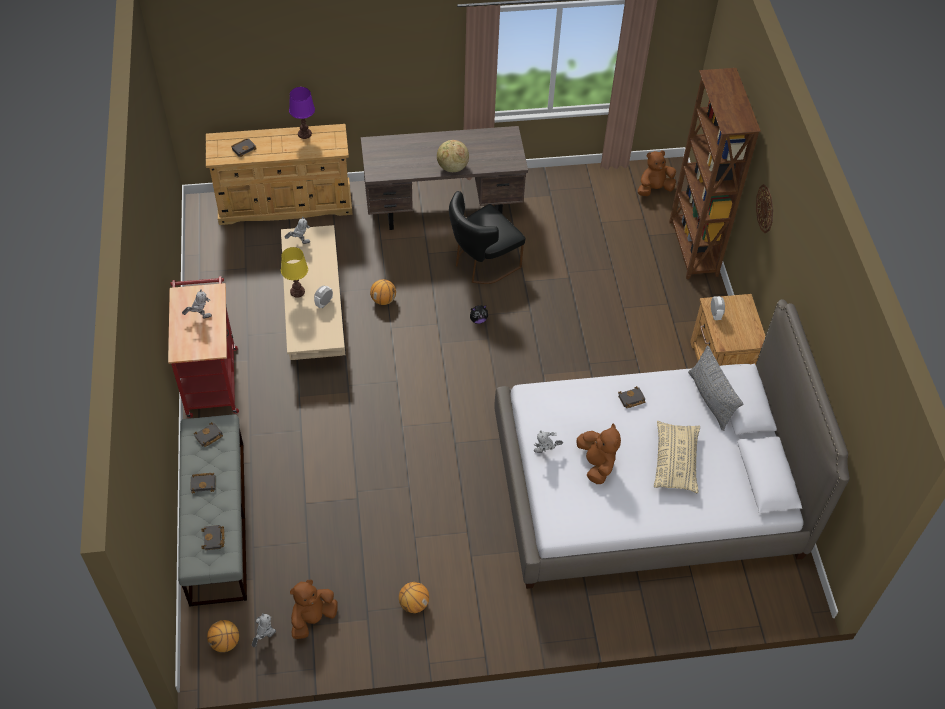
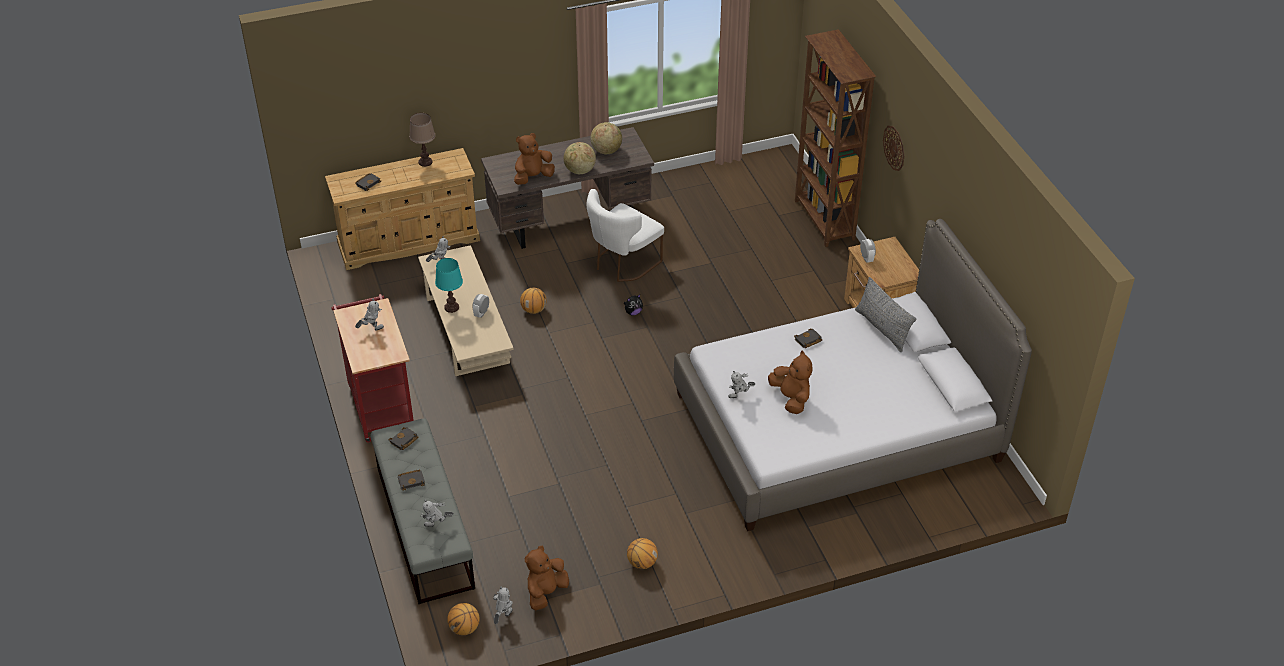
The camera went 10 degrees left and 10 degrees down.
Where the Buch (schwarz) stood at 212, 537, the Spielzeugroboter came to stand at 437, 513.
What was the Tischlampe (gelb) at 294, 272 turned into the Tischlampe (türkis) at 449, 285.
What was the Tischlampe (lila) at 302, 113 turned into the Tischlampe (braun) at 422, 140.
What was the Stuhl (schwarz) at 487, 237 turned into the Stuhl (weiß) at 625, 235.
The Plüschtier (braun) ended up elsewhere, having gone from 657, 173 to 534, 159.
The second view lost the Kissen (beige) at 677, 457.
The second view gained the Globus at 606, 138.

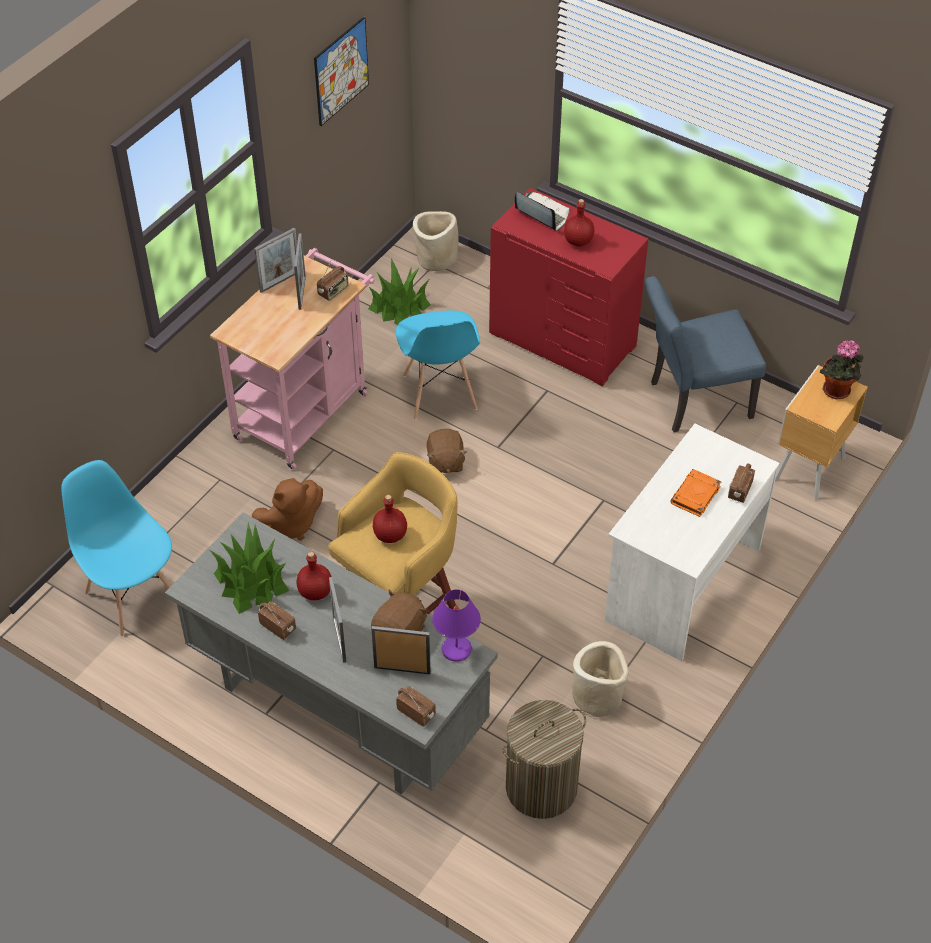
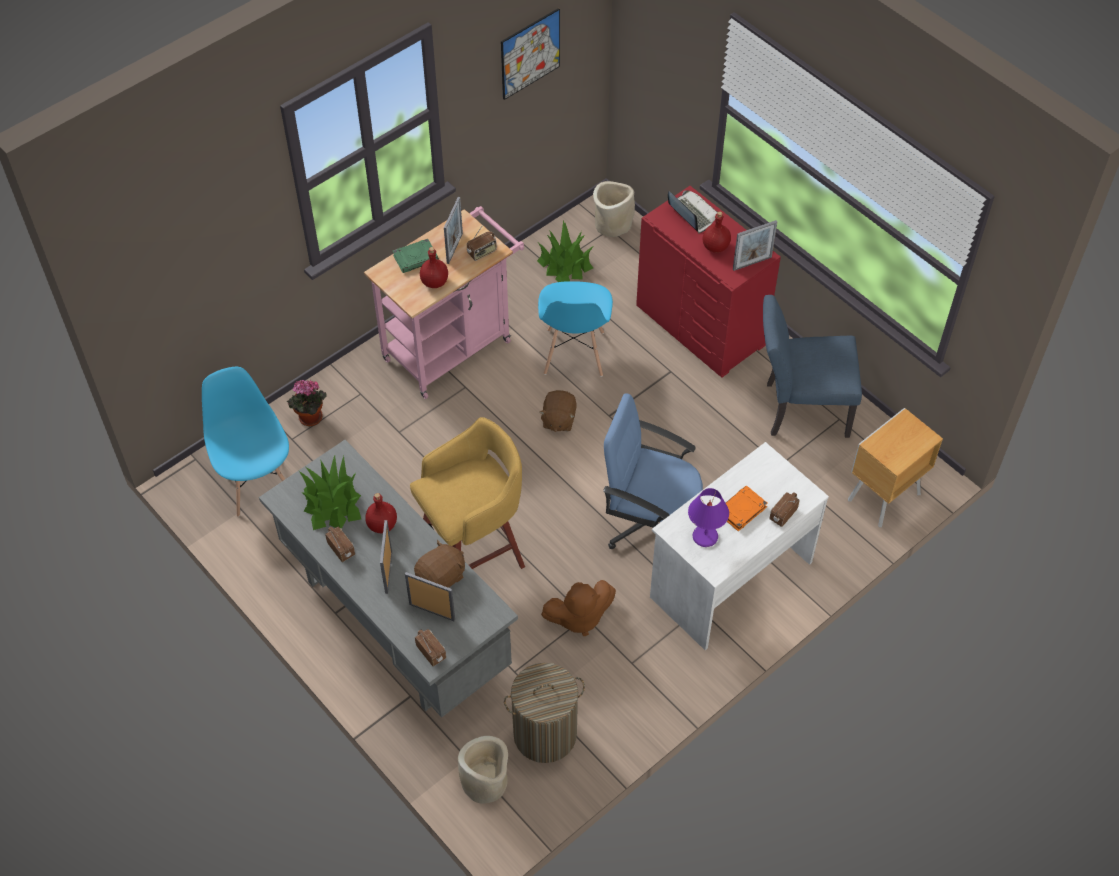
The camera went 15 degrees right and 5 degrees up.
The Plüschtier (braun) ended up elsewhere, having gone from 287, 509 to 578, 608.
The Bilderrahmen ended up elsewhere, having gone from 275, 260 to 755, 245.
The Flasche (rot) ended up elsewhere, having gone from 390, 519 to 434, 267.
The Tischlampe (lila) ended up elsewhere, having gone from 456, 625 to 708, 517.
The Pflanzkübel (beige) ended up elsewhere, having gone from 600, 679 to 483, 770.
The Topfpflanze ended up elsewhere, having gone from 842, 369 to 307, 403.
The second view gained the Buch (grün) at 416, 256.
The second view gained the Bürostuhl (blau) at 653, 471.

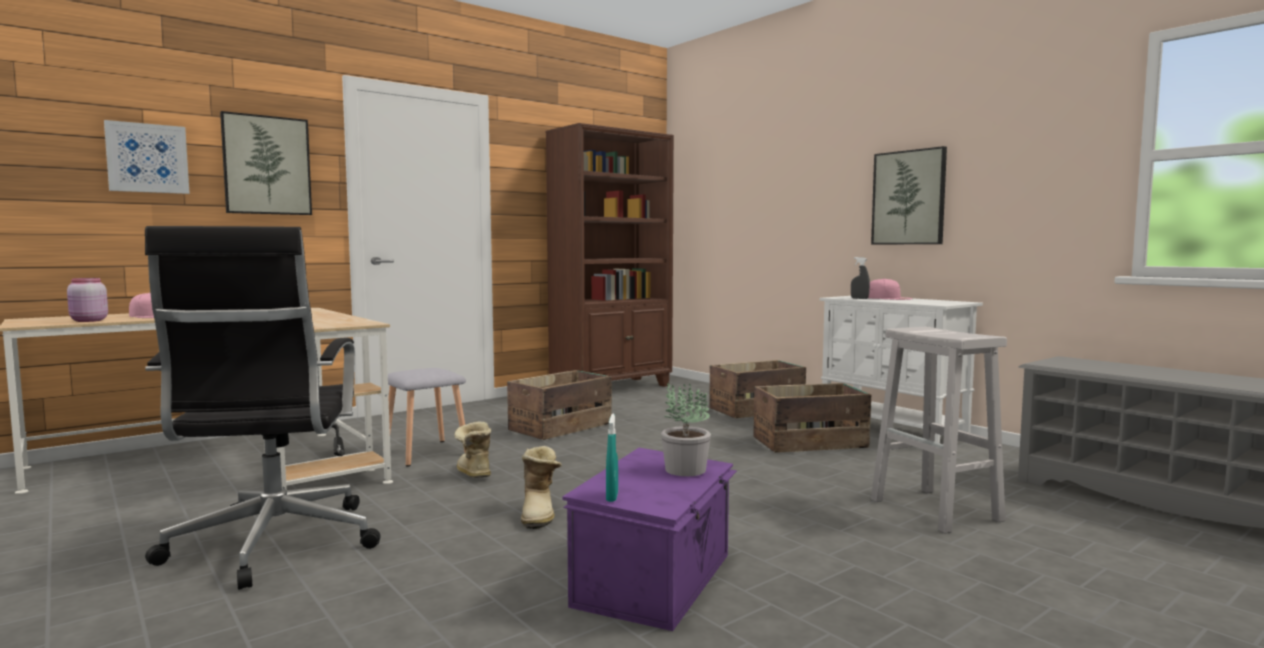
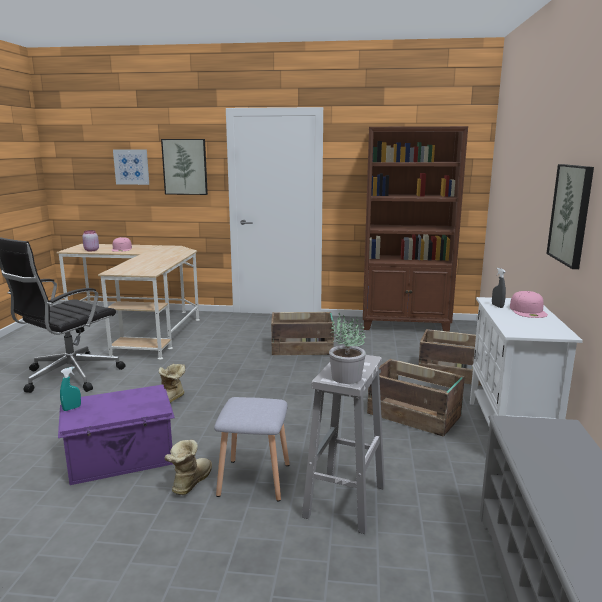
The camera went 45 degrees right and 10 degrees up.
The Hocker (grau) ended up elsewhere, having gone from 427, 417 to 252, 449.
The Stiefel ended up elsewhere, having gone from 472, 449 to 188, 467.
The Topfpflanze ended up elsewhere, having gone from 686, 429 to 347, 348.

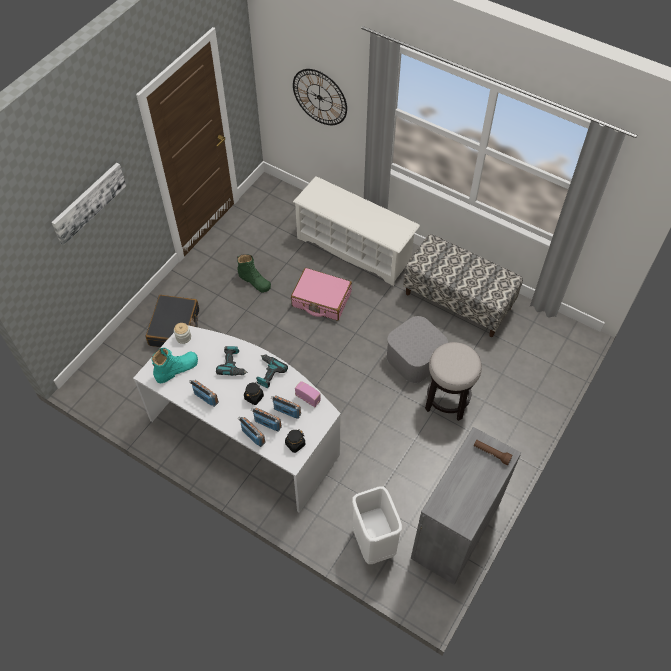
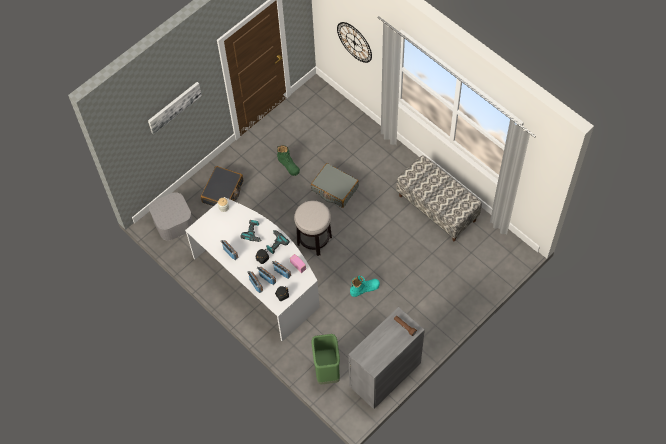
The camera went 15 degrees right and 5 degrees up.
The Stiefel (türkis) ended up elsewhere, having gone from 174, 365 to 365, 286.
What was the Koffer (rosa) at 321, 294 turned into the Koffer (grau) at 335, 185.
The second view lost the Schuhregal (weiß) at 356, 231.
What was the Mülleimer (weiß) at 377, 525 turned into the Mülleimer (grün) at 326, 359.
The Aufbewahrungsbox (grau) ended up elsewhere, having gone from 417, 349 to 171, 216.
The Hocker ended up elsewhere, having gone from 453, 381 to 313, 228.

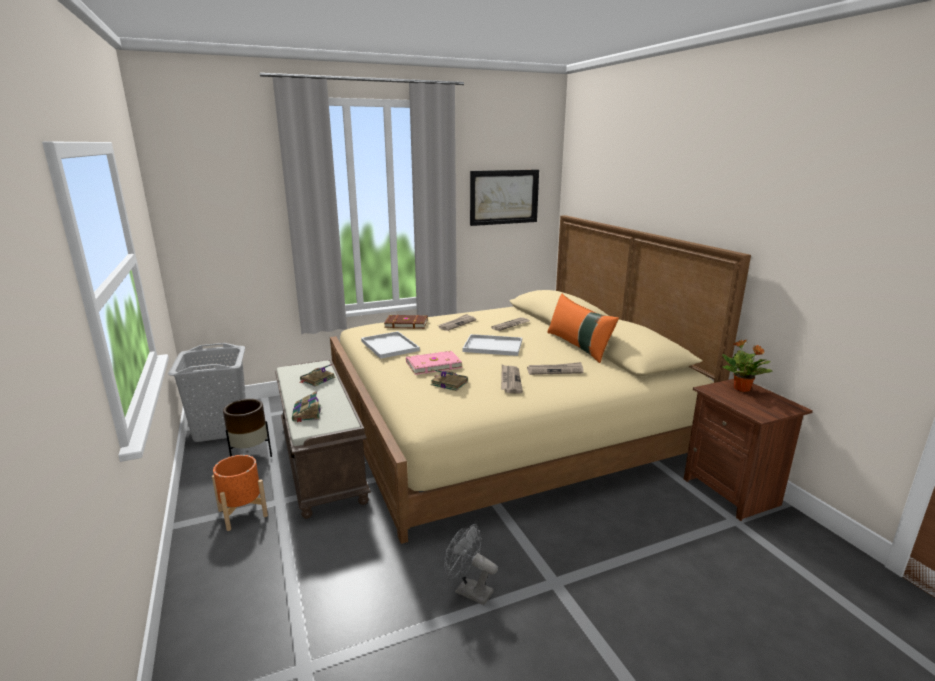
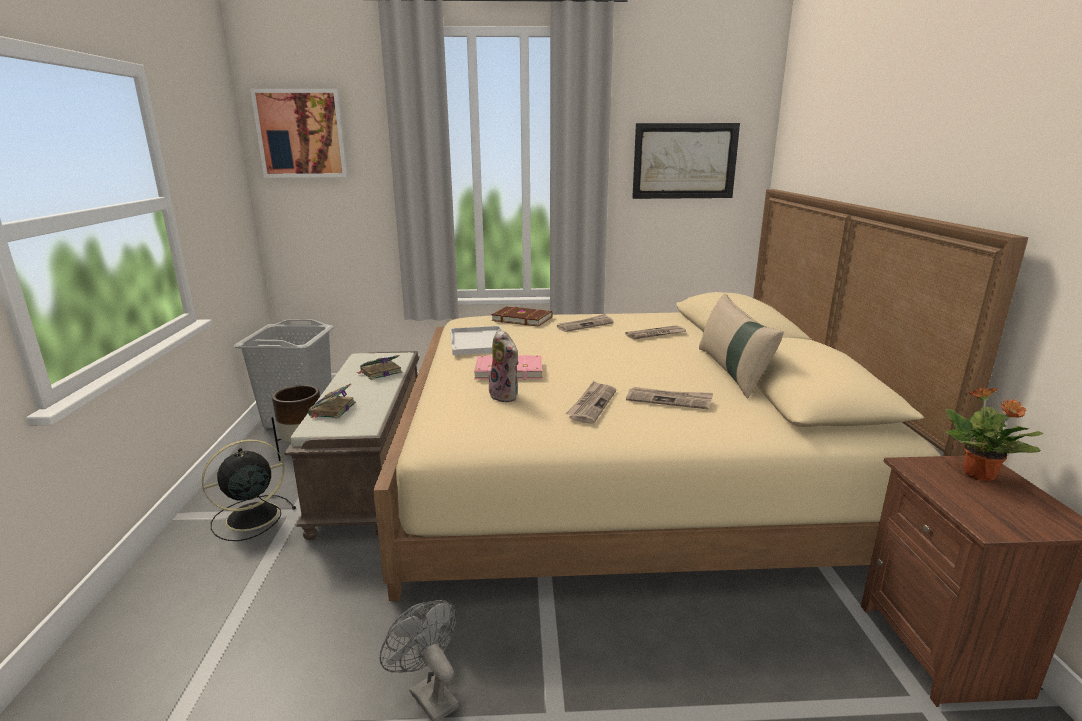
The camera went 20 degrees right and 0 degrees up.
Where the Pflanzkübel (orange) stood at 240, 493, the Ventilator (schwarz) came to stand at 249, 490.
Where the Buch stood at 449, 380, the Plüschtier came to stand at 504, 365.
The second view lost the Tablett (weiß) at 492, 345.
What was the Kissen (orange) at 583, 328 turned into the Kissen (beige) at 741, 346.
The second view gained the Bild at 299, 133.

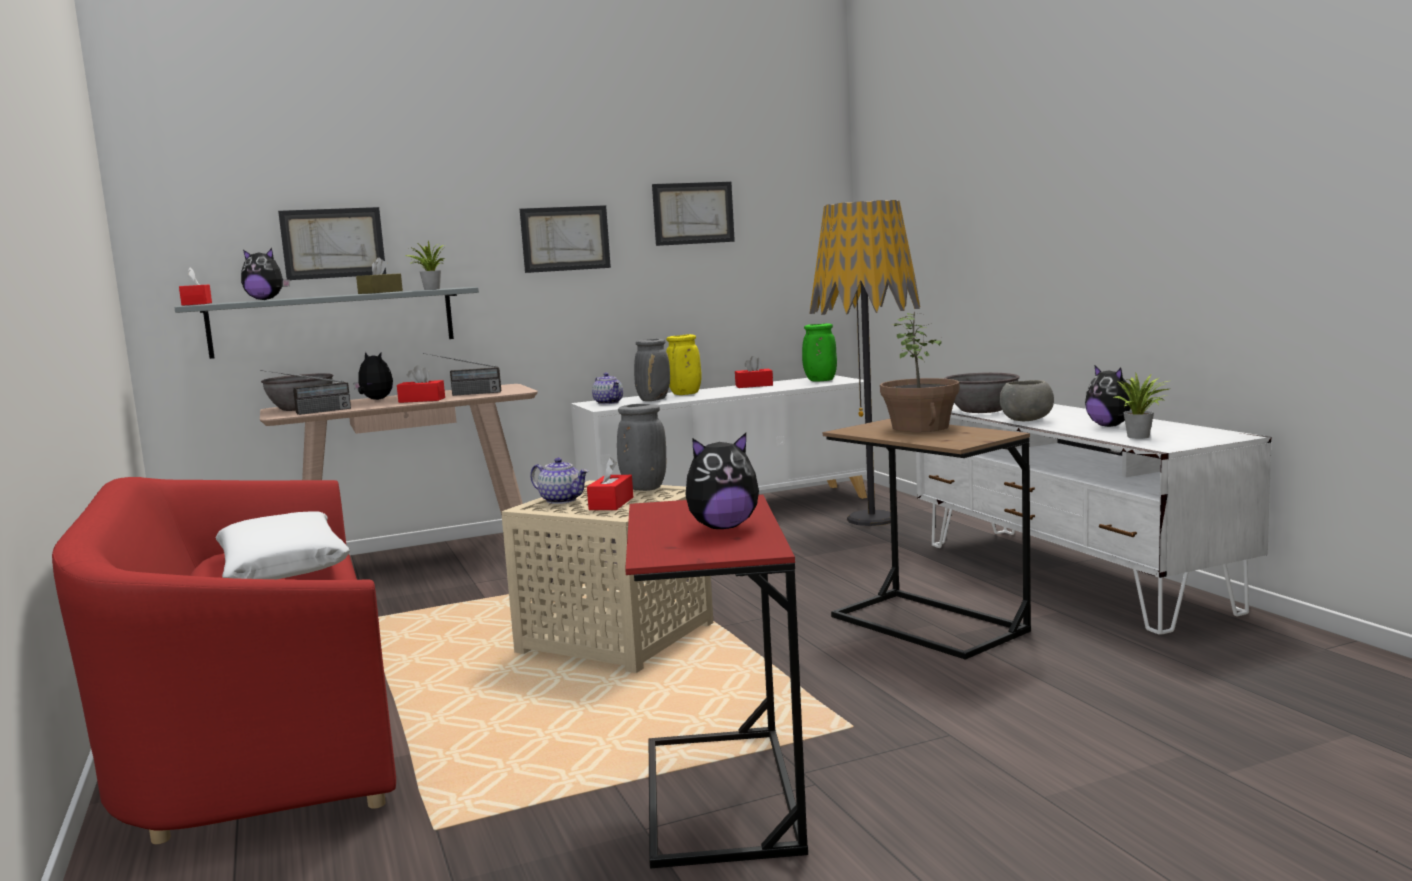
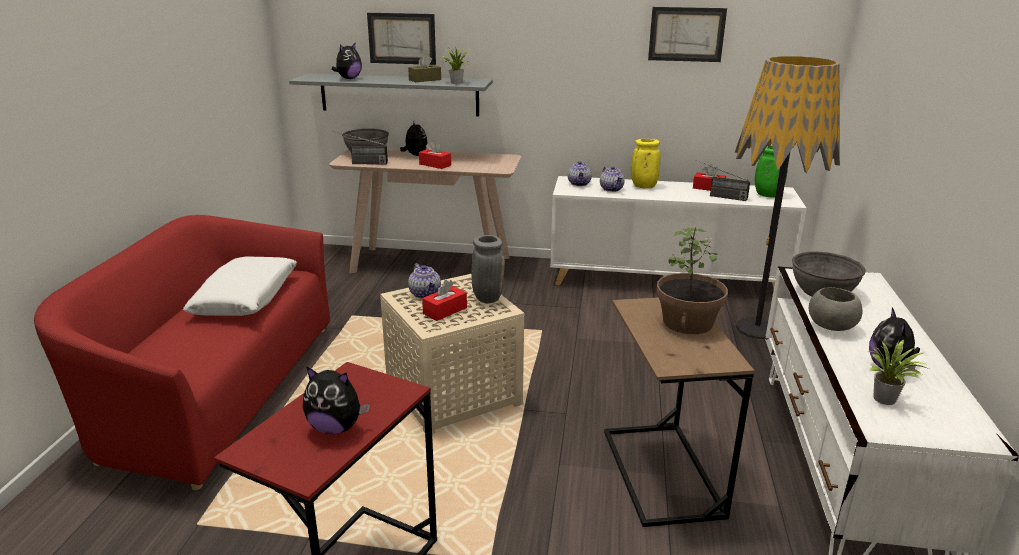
The camera went 30 degrees right and 15 degrees up.
The second view lost the Taschentuchbox (rot) at 195, 286.
The Plüschtier at 265, 274 ended up facing another way, 90 degrees counterclockwise from before.
The Radio ended up elsewhere, having gone from 462, 374 to 724, 181.
The second view lost the Bild at 565, 239.
Where the Vase (grau) stood at 652, 370, the Teekanne came to stand at 612, 179.

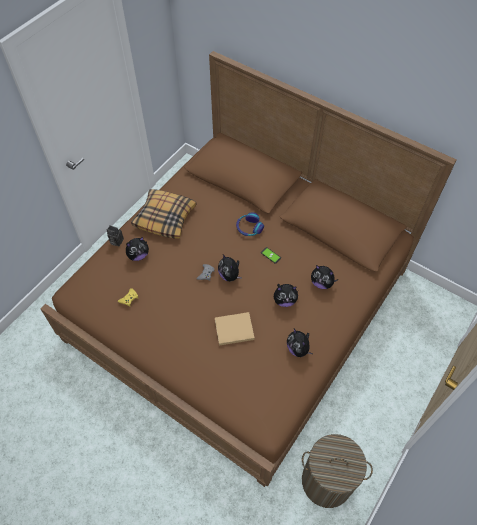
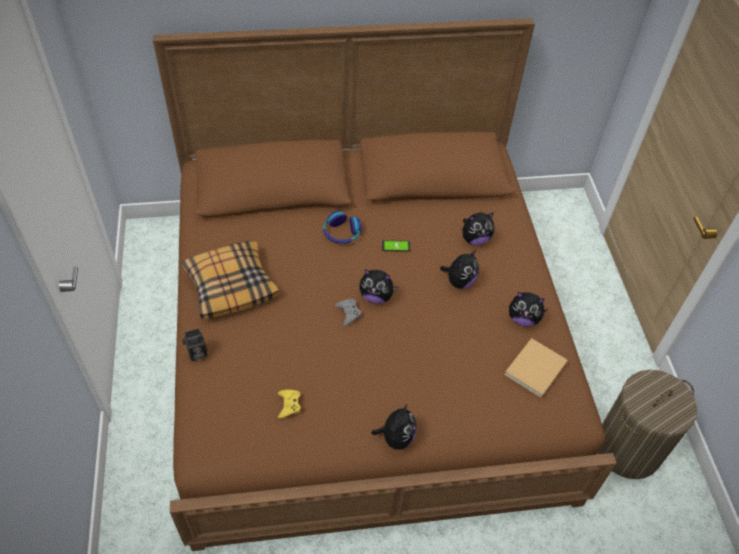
The camera went 45 degrees left and 5 degrees down.
The Plüschtier ended up elsewhere, having gone from 137, 249 to 394, 426.
The Buch (beige) ended up elsewhere, having gone from 235, 329 to 536, 368.

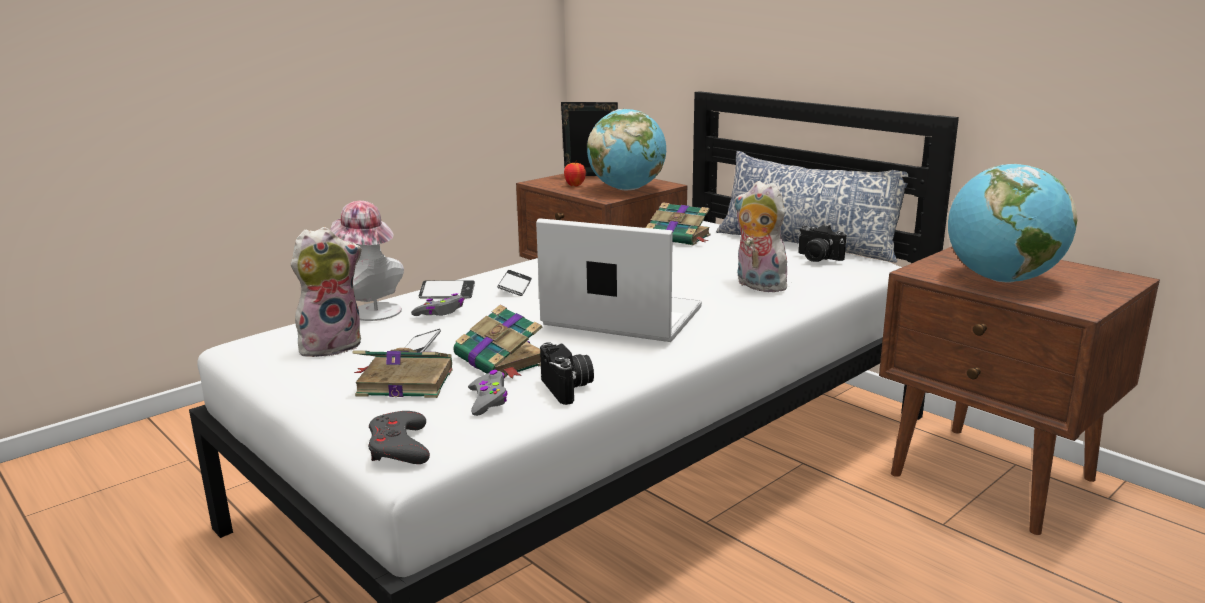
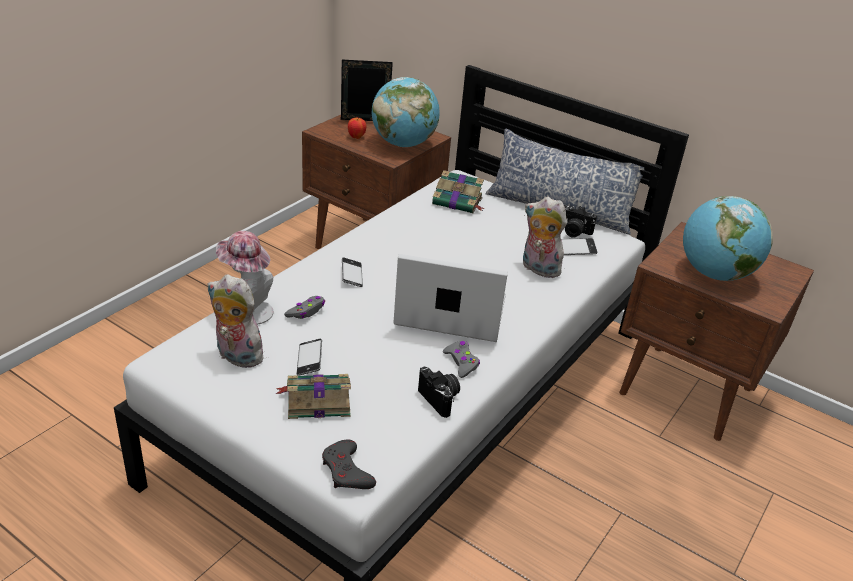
The camera went 15 degrees left and 15 degrees up.
The Plüschtier at 326, 292 ended up facing another way, 105 degrees counterclockwise from before.
The Handy ended up elsewhere, having gone from 447, 289 to 579, 246.
The second view lost the Buch at 497, 342.
The Gamepad (grau) ended up elsewhere, having gone from 488, 393 to 461, 359.

